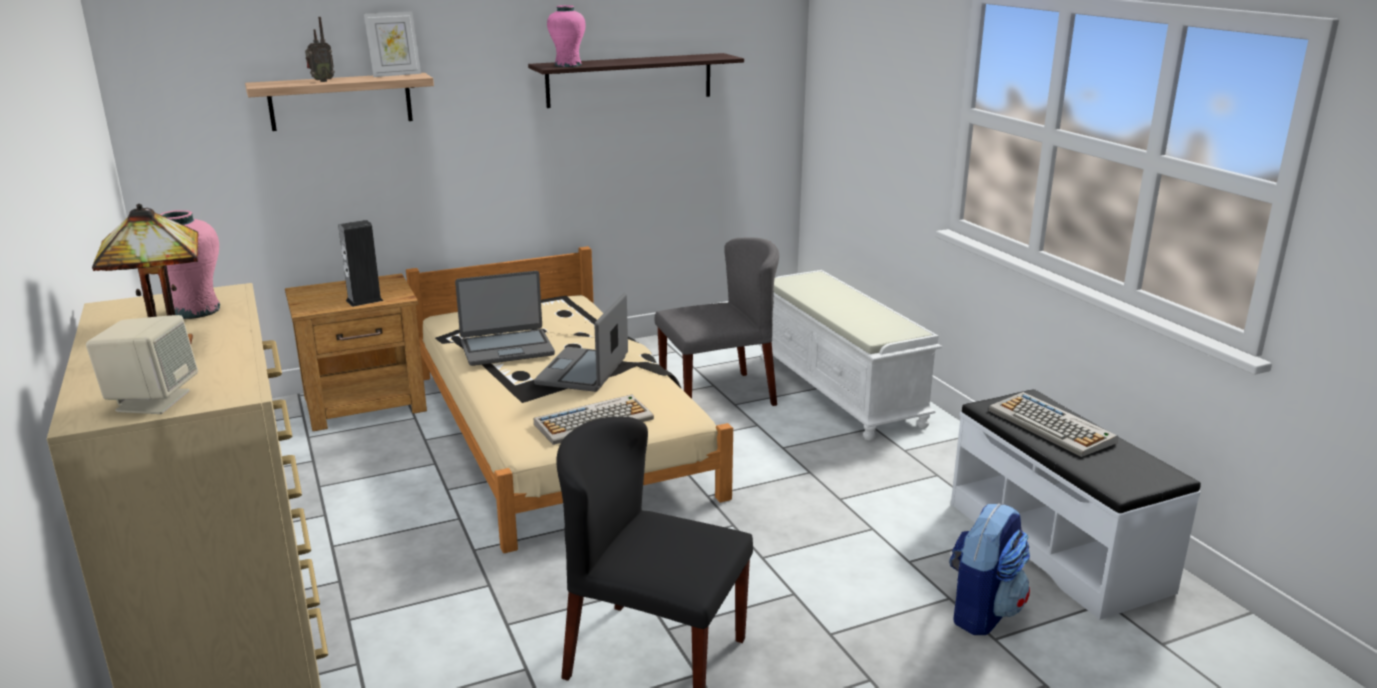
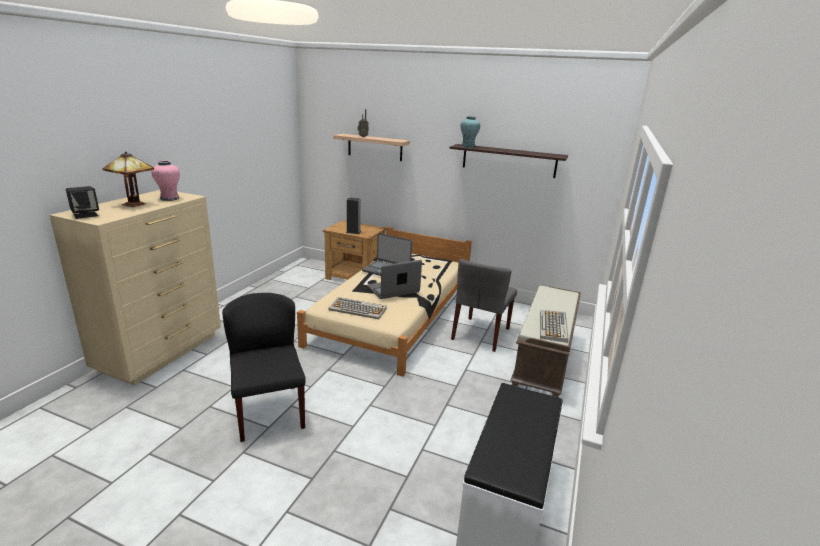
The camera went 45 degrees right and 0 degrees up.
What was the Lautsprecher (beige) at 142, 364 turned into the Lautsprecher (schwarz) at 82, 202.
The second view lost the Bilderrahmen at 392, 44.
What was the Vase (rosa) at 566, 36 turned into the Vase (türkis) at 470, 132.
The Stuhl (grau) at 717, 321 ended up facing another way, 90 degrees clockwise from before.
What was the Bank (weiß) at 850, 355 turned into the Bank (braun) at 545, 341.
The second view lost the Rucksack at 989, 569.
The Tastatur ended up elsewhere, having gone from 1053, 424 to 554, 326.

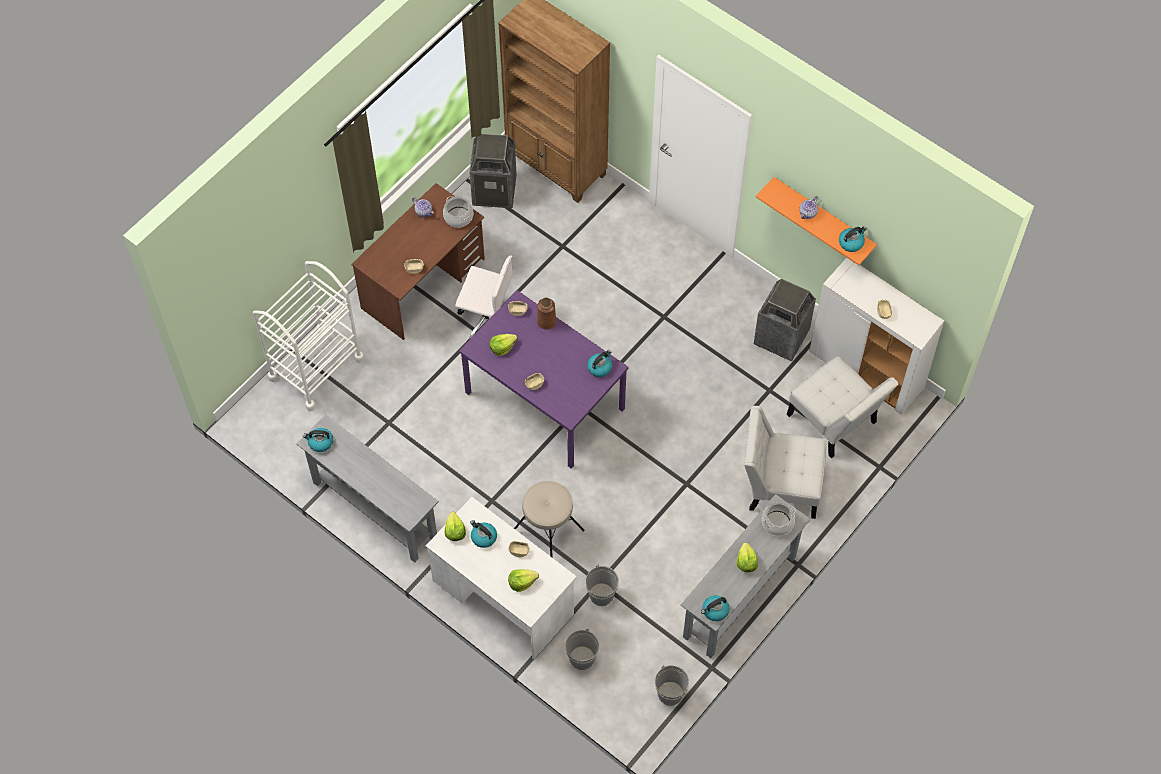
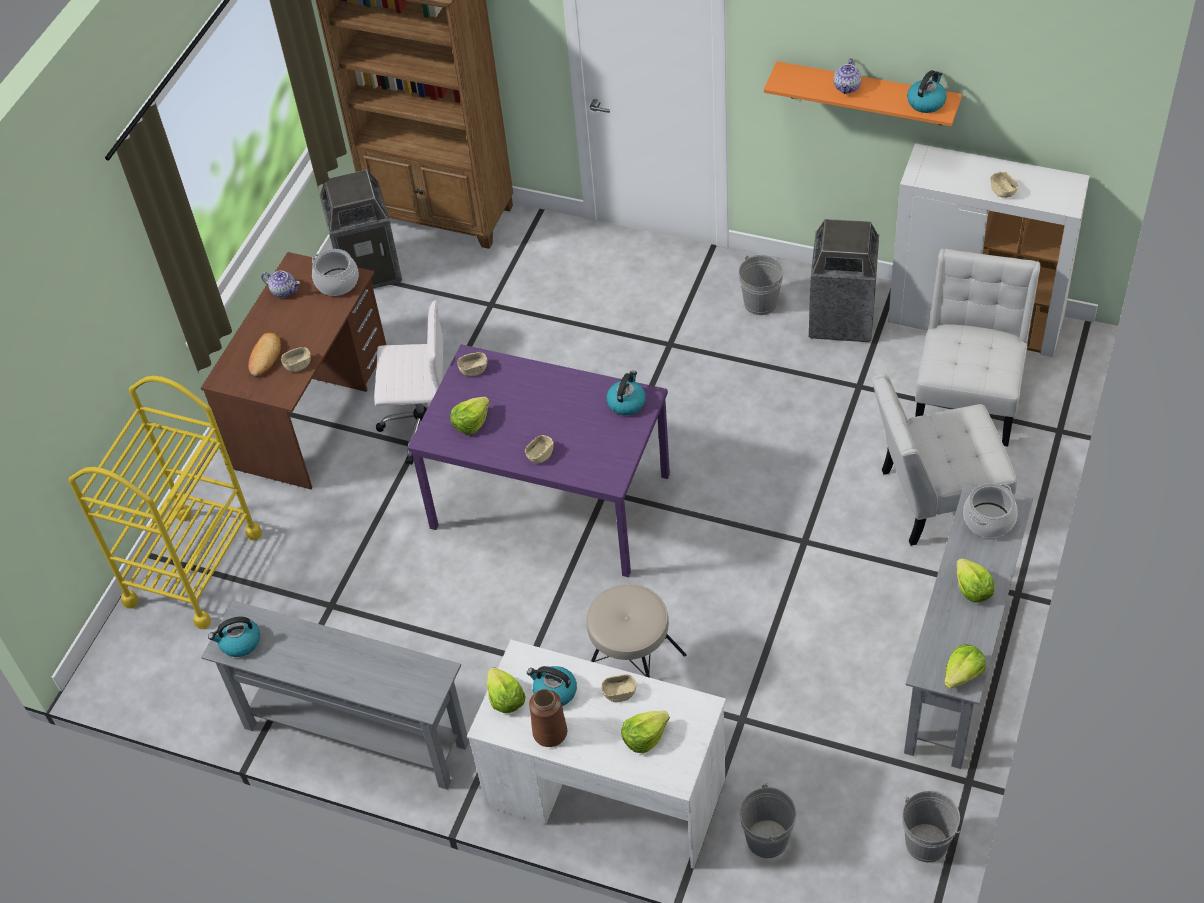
The camera went 15 degrees left and 10 degrees down.
What was the Rollwagen (weiß) at 309, 336 turned into the Rollwagen (gelb) at 165, 502.
The Vase (braun) ended up elsewhere, having gone from 546, 314 to 548, 718.
The Eimer (grau) ended up elsewhere, having gone from 602, 585 to 761, 285.
Where the Wasserkessel stood at 715, 608, the Salatkopf came to stand at 965, 666.
The Stuhl (weiß) at 843, 407 ended up facing another way, 105 degrees counterclockwise from before.
The second view gained the Brot at 264, 354.

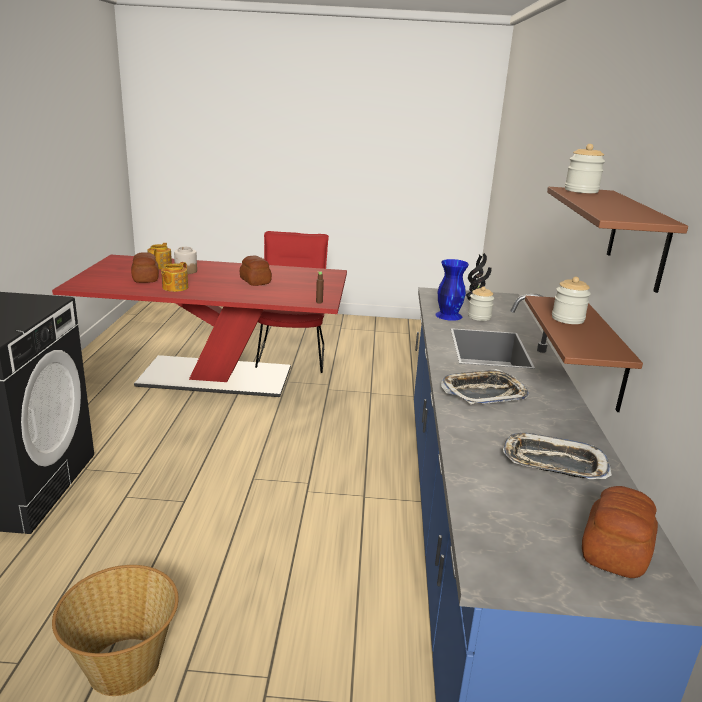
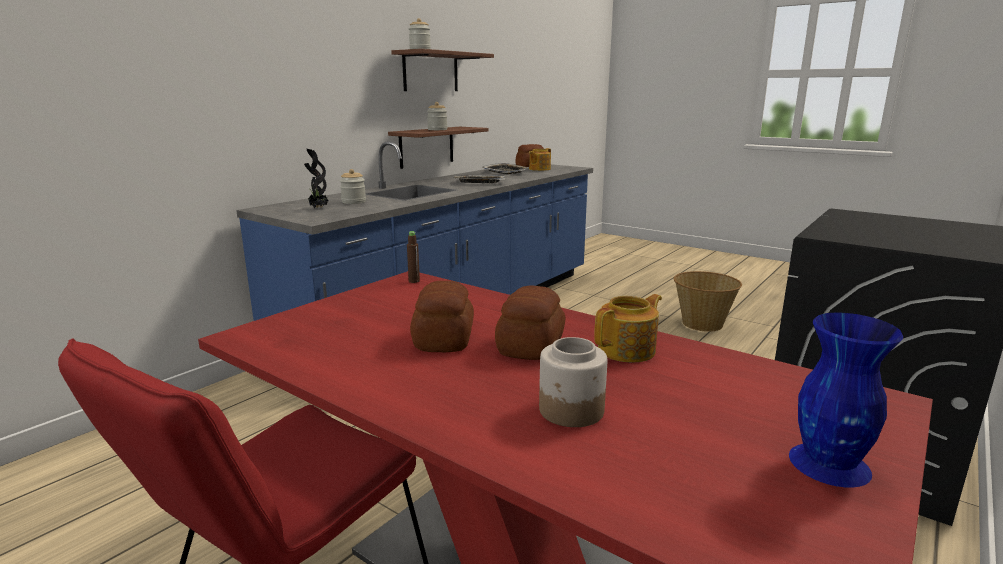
The camera went 145 degrees left and 5 degrees down.
The Brot ended up elsewhere, having gone from 145, 267 to 530, 322.
The Teekanne ended up elsewhere, having gone from 159, 256 to 540, 159.
The Vase (blau) ended up elsewhere, having gone from 452, 290 to 846, 400.

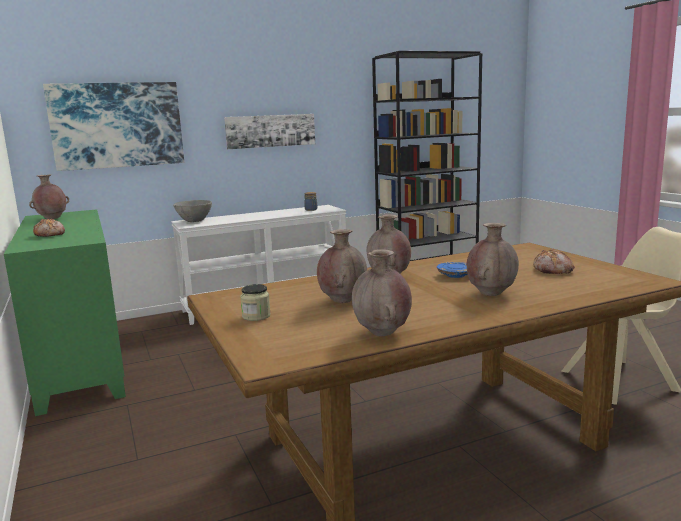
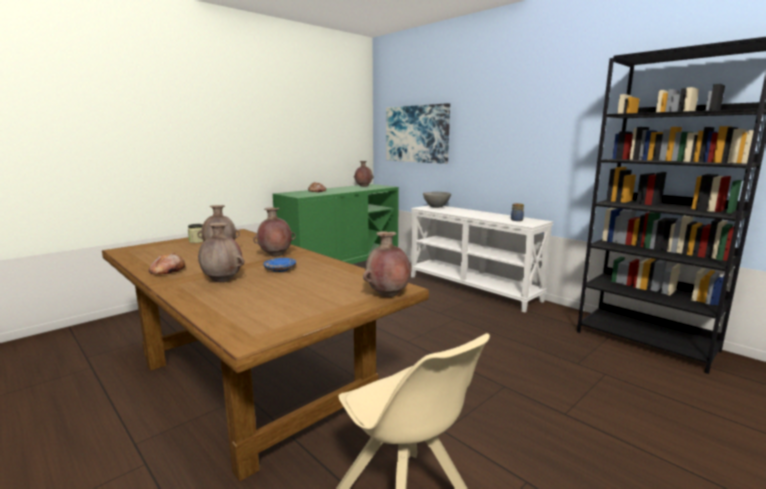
The camera went 70 degrees right and 0 degrees up.
The second view lost the Bild at 269, 131.
The Vase (braun) ended up elsewhere, having gone from 382, 292 to 387, 264.
The Brot ended up elsewhere, having gone from 554, 261 to 167, 263.

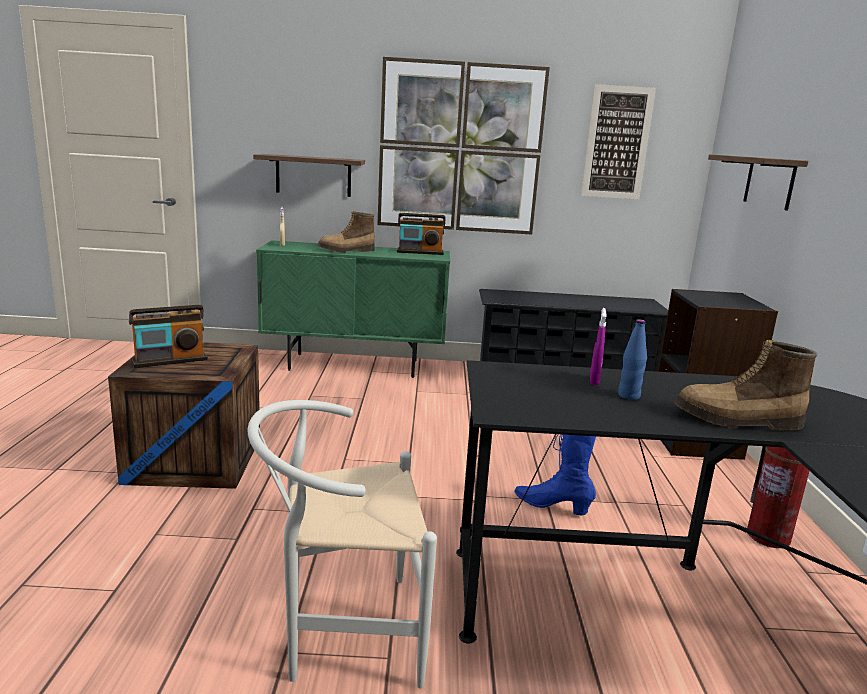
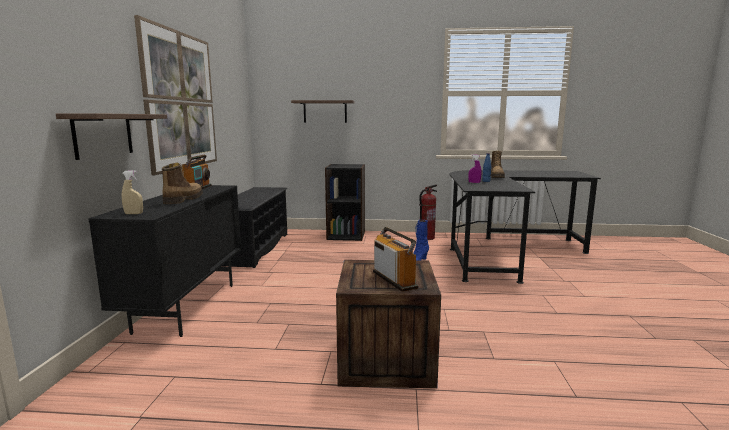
The camera went 85 degrees left and 5 degrees down.
The second view lost the Stuhl (weiß) at 342, 544.
What was the Schrank (grün) at 353, 309 turned into the Schrank (schwarz) at 164, 261.
The Stiefel at 346, 232 ended up facing another way, 150 degrees counterclockwise from before.
The second view lost the Bild at 618, 141.

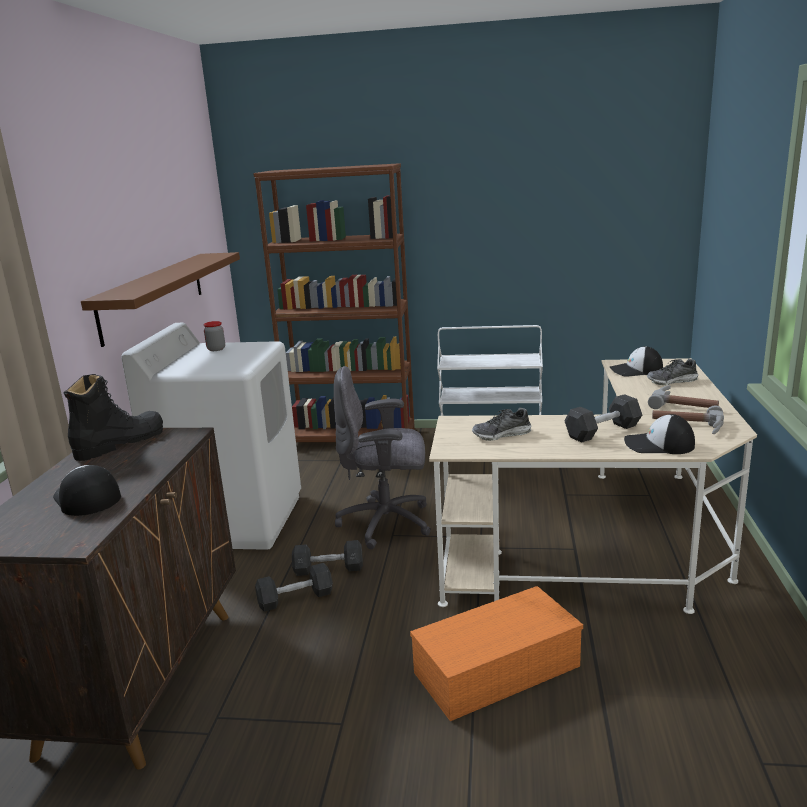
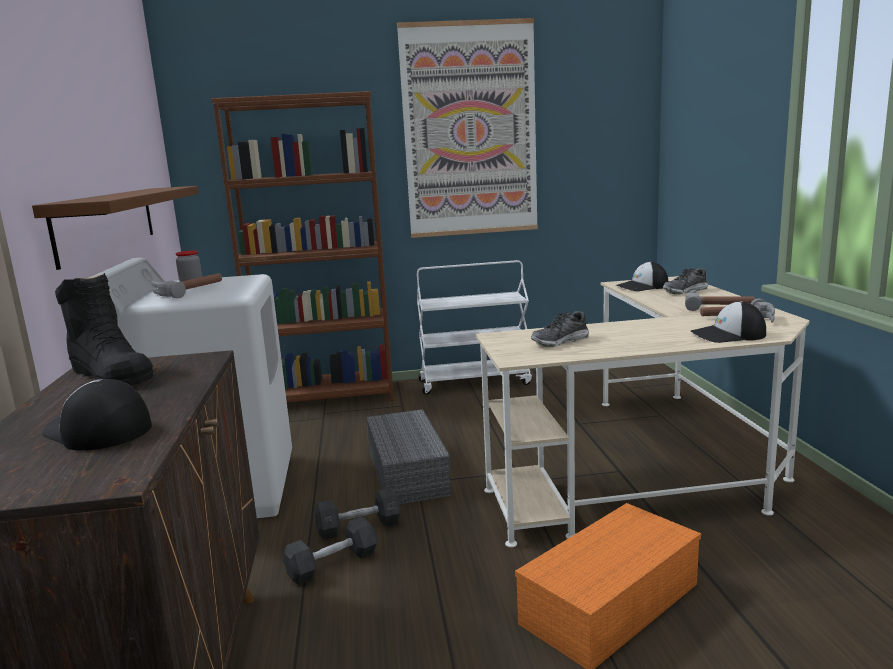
The camera went 15 degrees left and 5 degrees down.
The Stiefel (schwarz) at 113, 417 ended up facing another way, 105 degrees clockwise from before.
Where the Bürostuhl (grau) stood at 382, 457, the Aufbewahrungsbox (grau) came to stand at 408, 456.
The second view lost the Hantel (grau) at 603, 418.
The second view gained the Hammer at 186, 285.
The second view gained the Bild at 467, 128.

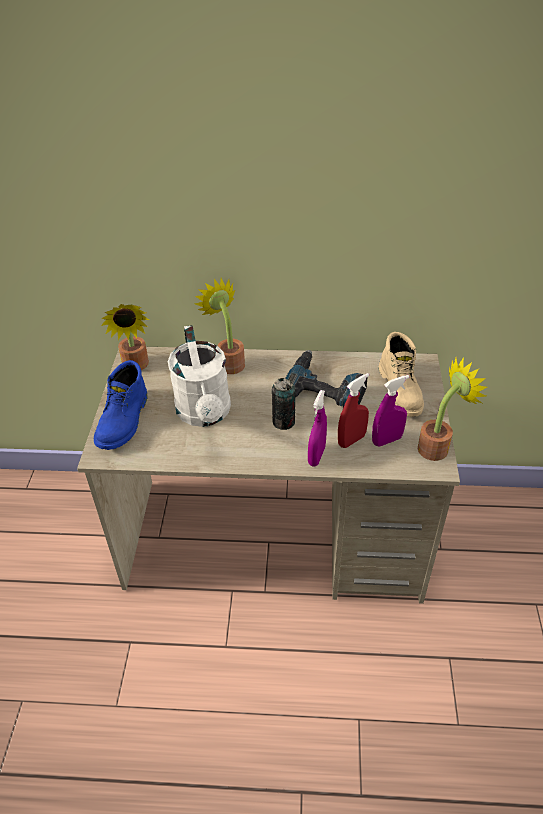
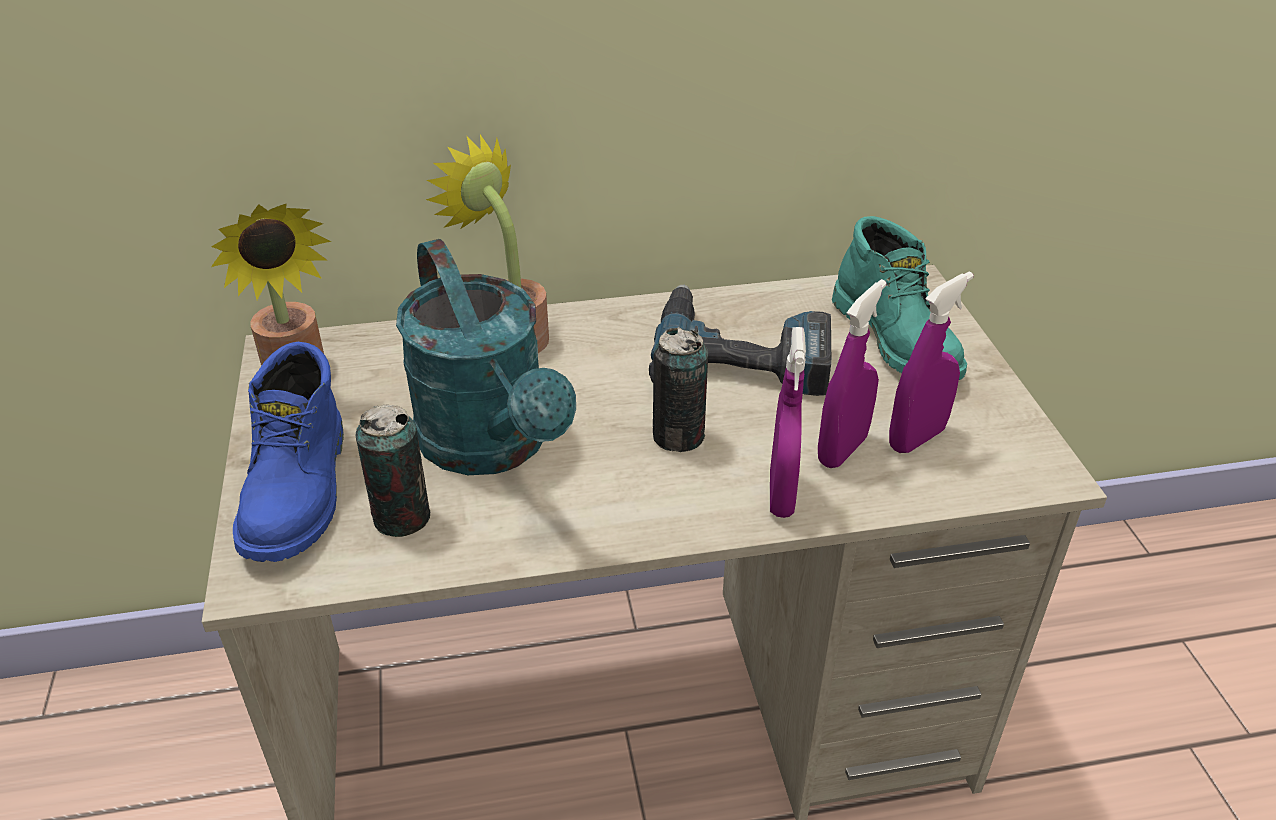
The camera went 15 degrees left and 5 degrees down.
What was the Gießkanne (weiß) at 199, 376 turned into the Gießkanne (türkis) at 486, 357.
What was the Sprühflasche (rot) at 353, 410 turned into the Sprühflasche (lila) at 852, 373.
What was the Stiefel (beige) at 401, 374 turned into the Stiefel (türkis) at 899, 298.
The second view lost the Topfpflanze at 452, 409.
The second view gained the Dose at 393, 471.

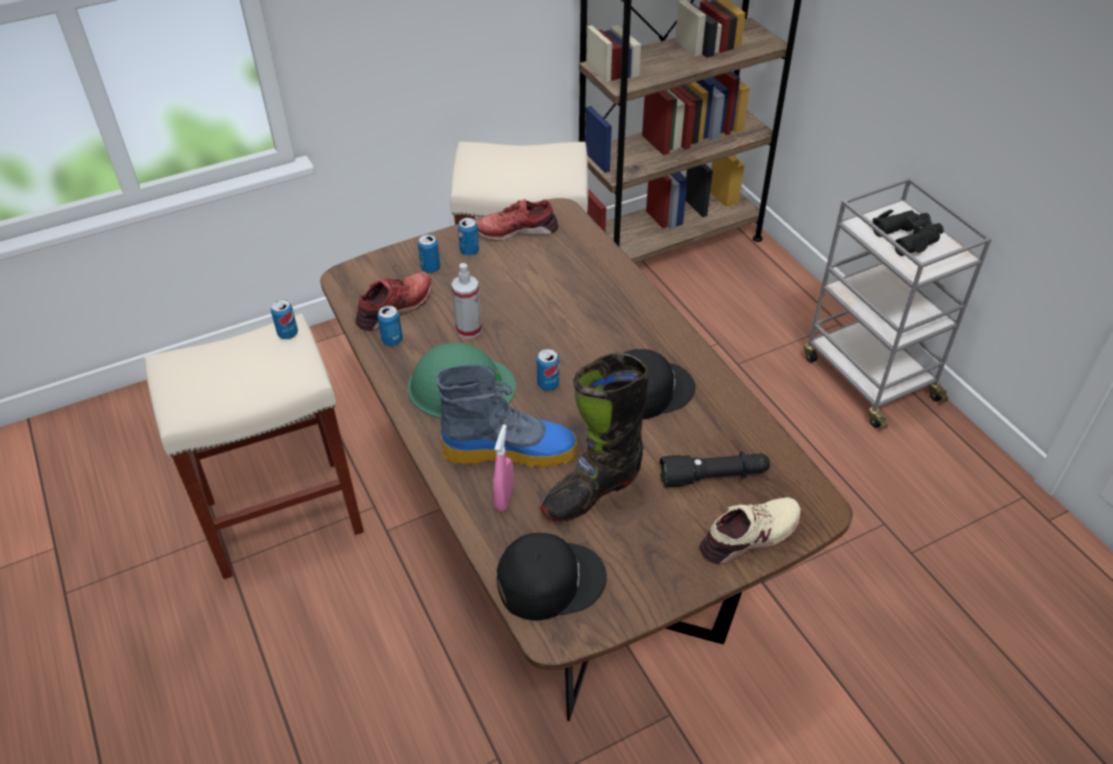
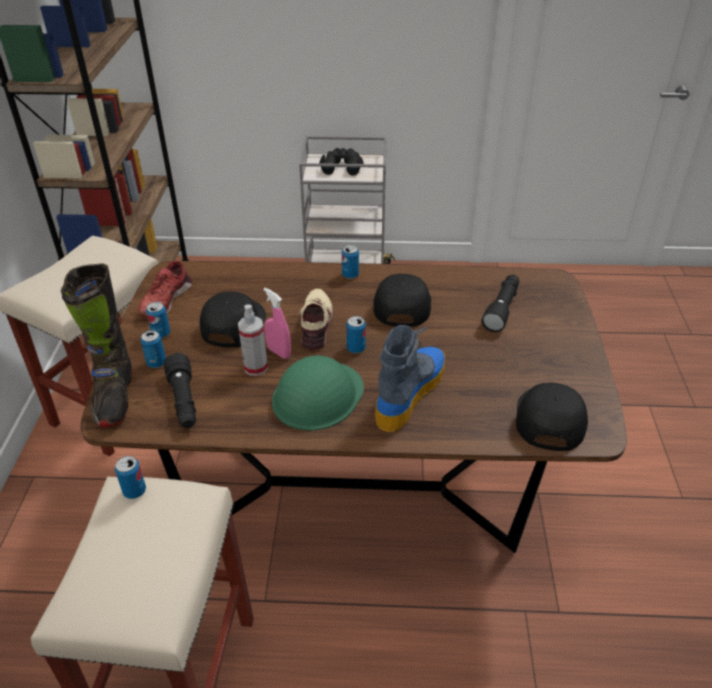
The camera went 60 degrees left and 5 degrees down.
Where the Schuh (rot) stood at 393, 301, the Taschenlampe (schwarz) came to stand at 180, 390.
The Dose ended up elsewhere, having gone from 390, 325 to 350, 262.
The Sprühflasche (rosa) ended up elsewhere, having gone from 503, 468 to 277, 323.
The Stiefel (schwarz) ended up elsewhere, having gone from 594, 437 to 96, 346.
The Schuh (beige) ended up elsewhere, having gone from 750, 531 to 316, 320.
The second view gained the Kappe (schwarz) at 233, 320.

